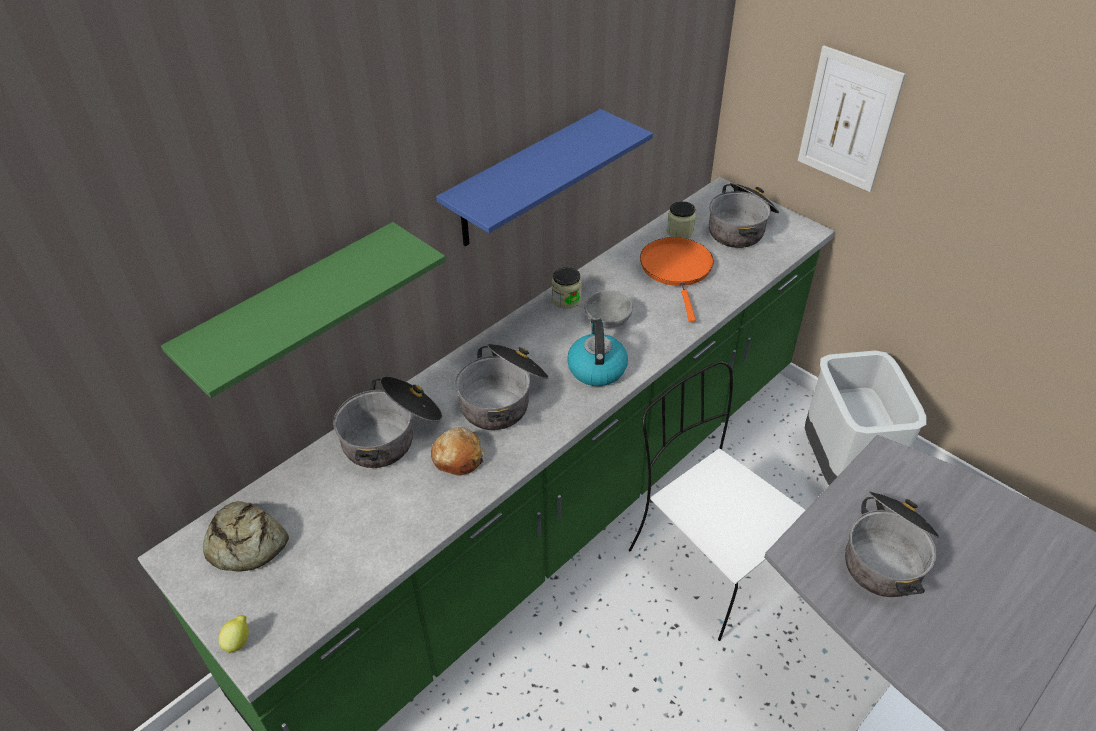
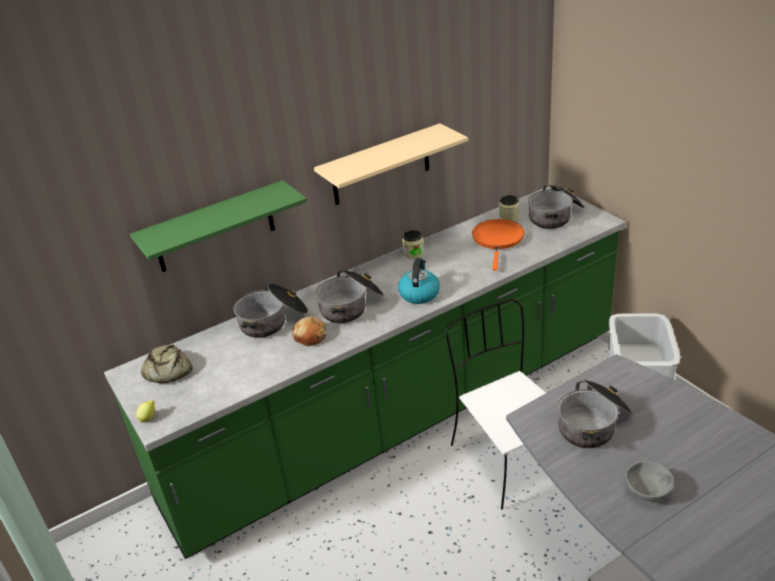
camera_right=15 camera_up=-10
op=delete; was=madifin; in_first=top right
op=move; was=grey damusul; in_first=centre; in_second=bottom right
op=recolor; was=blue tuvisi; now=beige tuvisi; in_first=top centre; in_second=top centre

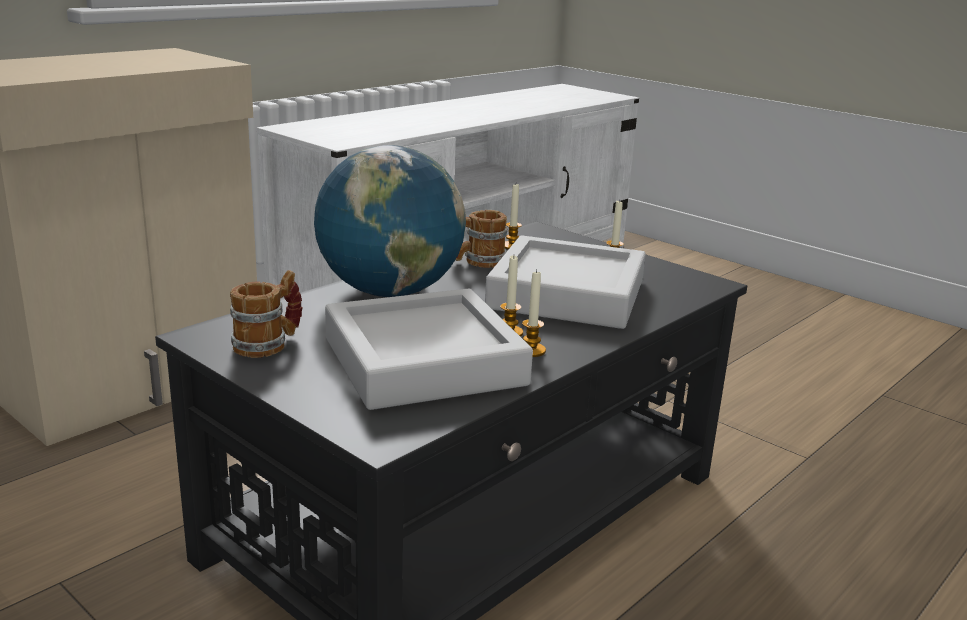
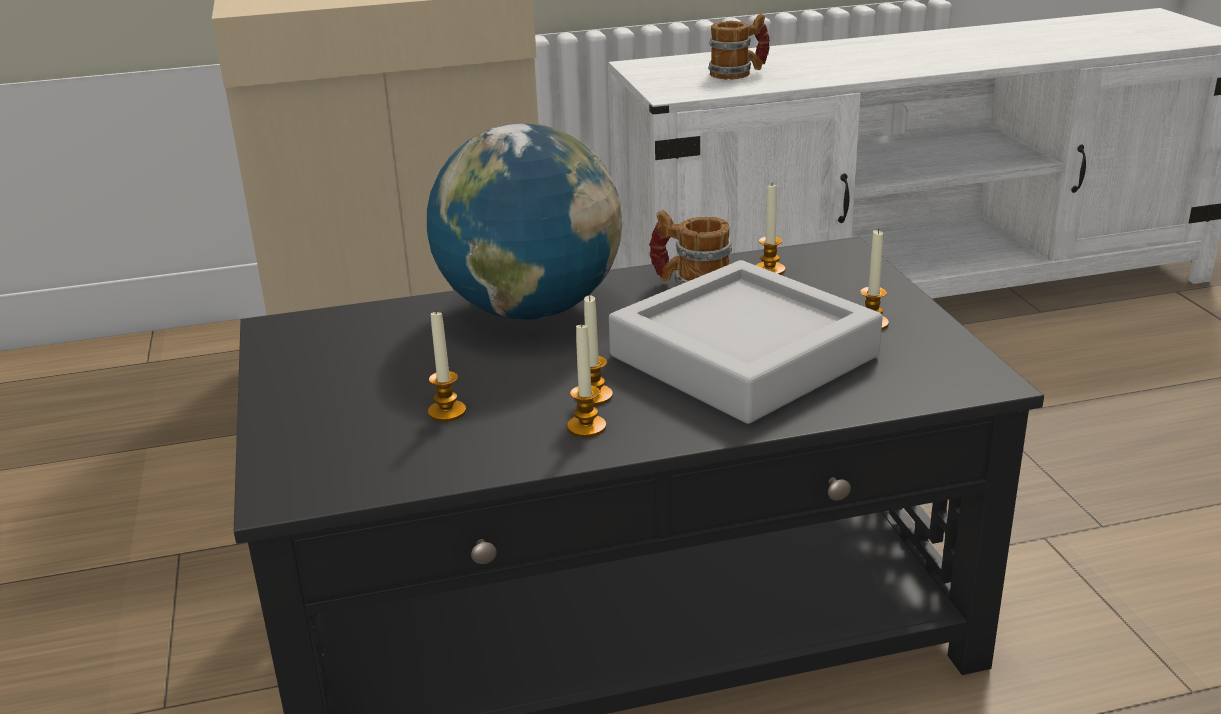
camera_right=35 camera_up=5
op=move; was=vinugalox (1st from left in the first image); now=vinugalox (2nd from left); in_first=middle left; in_second=top centre
op=replace; was=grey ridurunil (1st from left); now=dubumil (1st from left); in_first=centre; in_second=centre

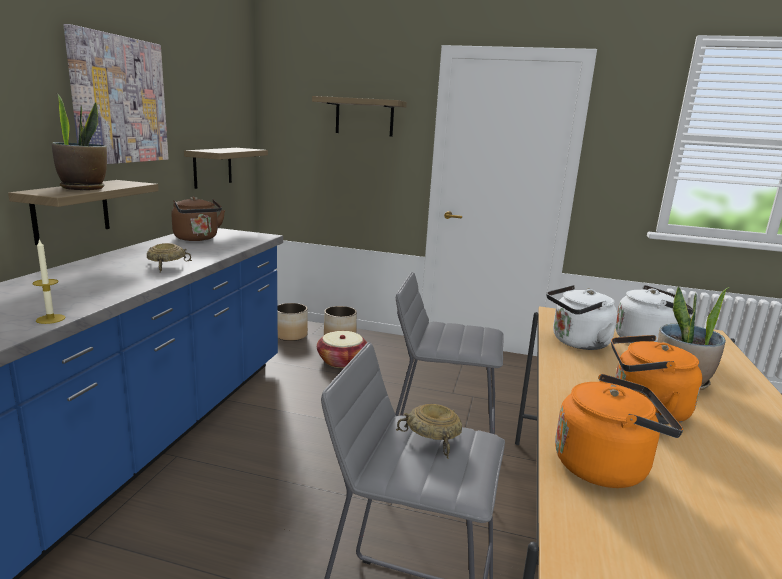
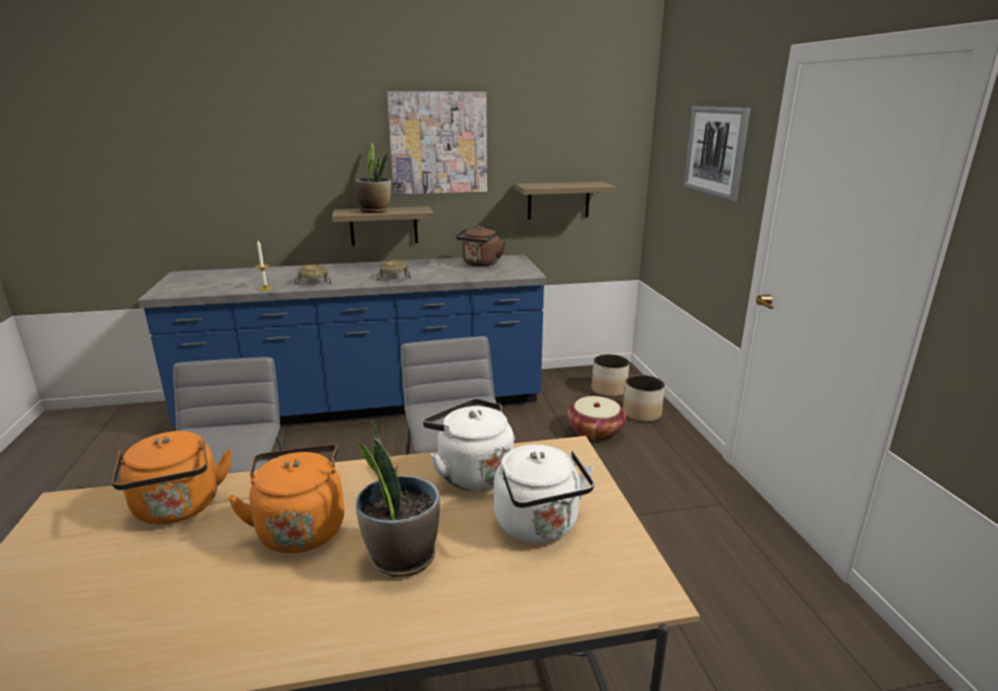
camera_right=65 camera_up=5
op=move; was=beige damusul (2nd from left in the first image); now=beige damusul (1st from left); in_first=bottom centre; in_second=middle left
op=replace; was=tuvisi (3rd from left); now=madifin (2nd from left); in_first=top centre; in_second=top right

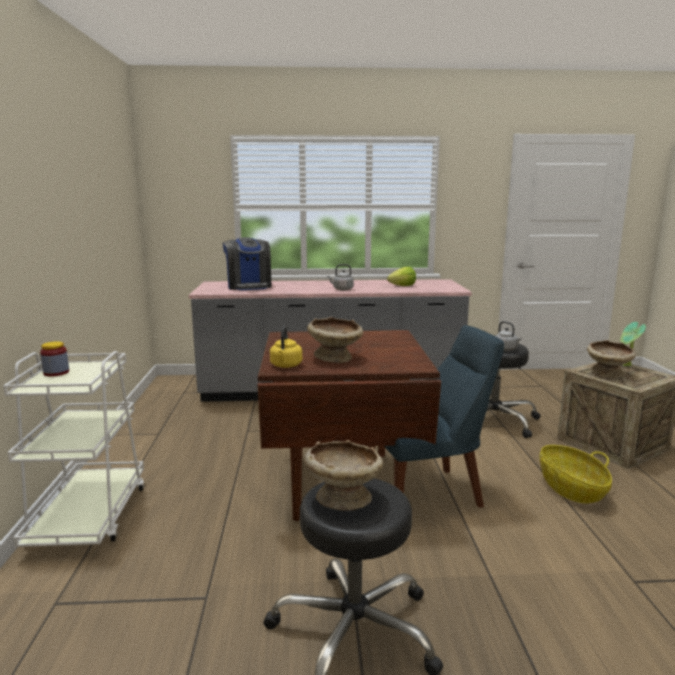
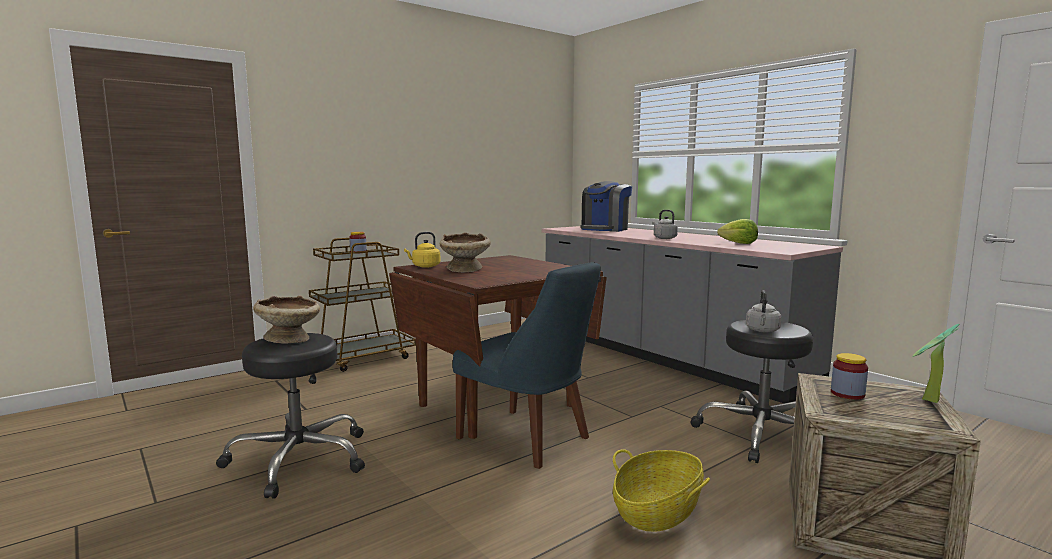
camera_right=55 camera_up=-5
op=replace; was=beige damusul (3rd from left); now=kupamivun (2nd from left); in_first=middle right; in_second=bottom right
op=recolor; was=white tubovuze; now=brown tubovuze; in_first=middle left; in_second=centre

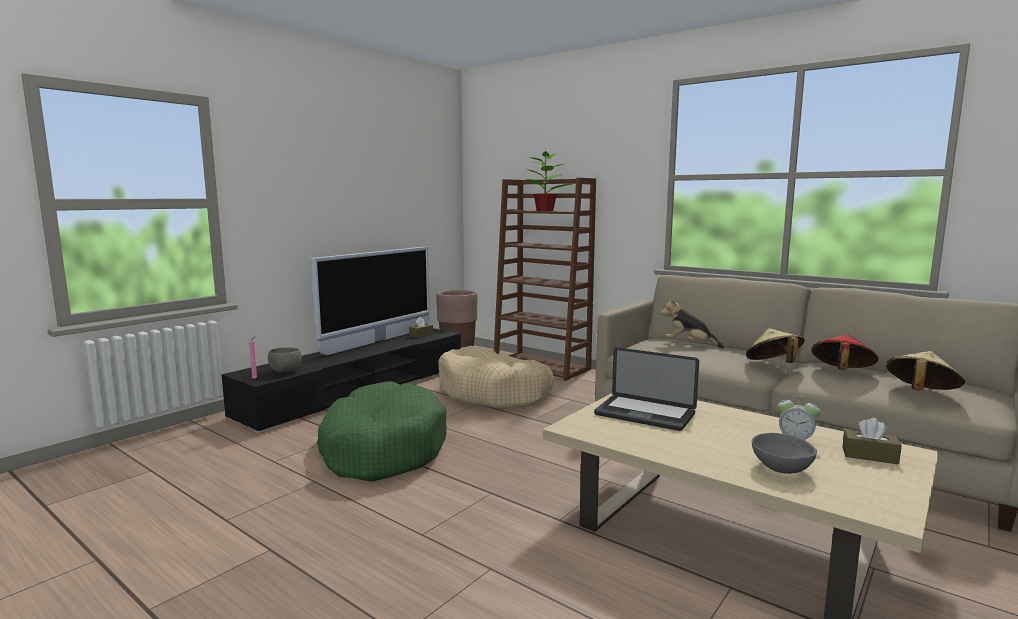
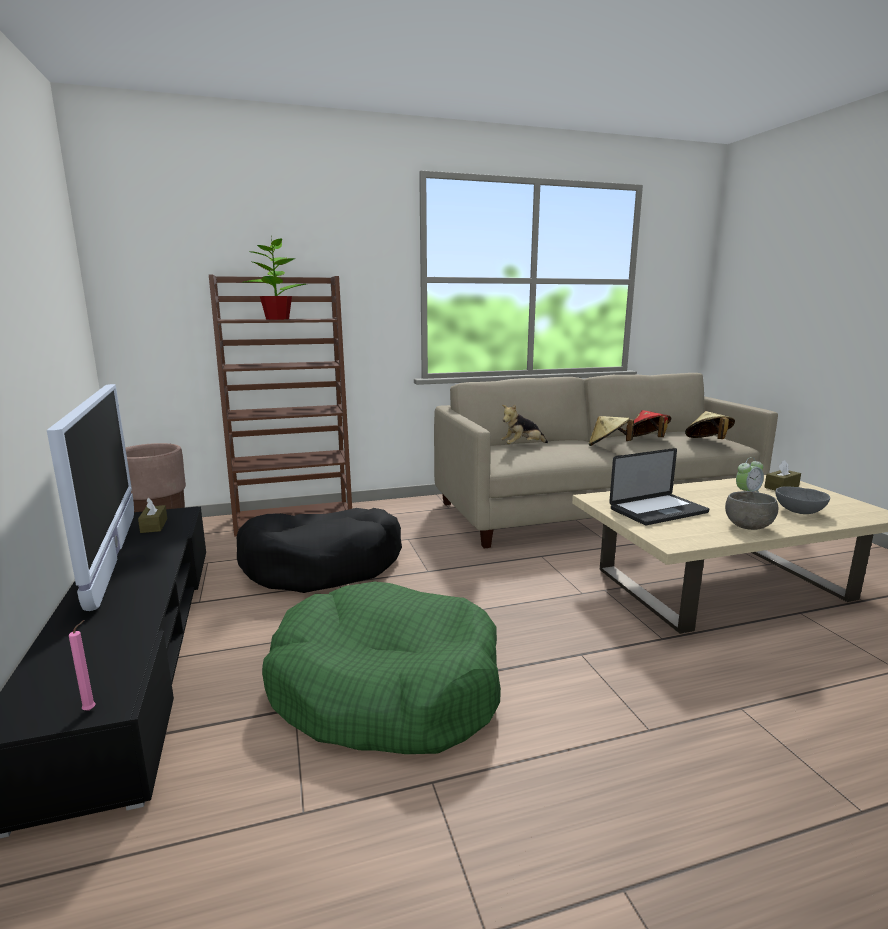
camera_right=-55 camera_up=5
op=move; was=grey damusul (1st from left); in_first=middle left; in_second=middle right
op=recolor; was=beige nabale; now=black nabale; in_first=centre; in_second=centre

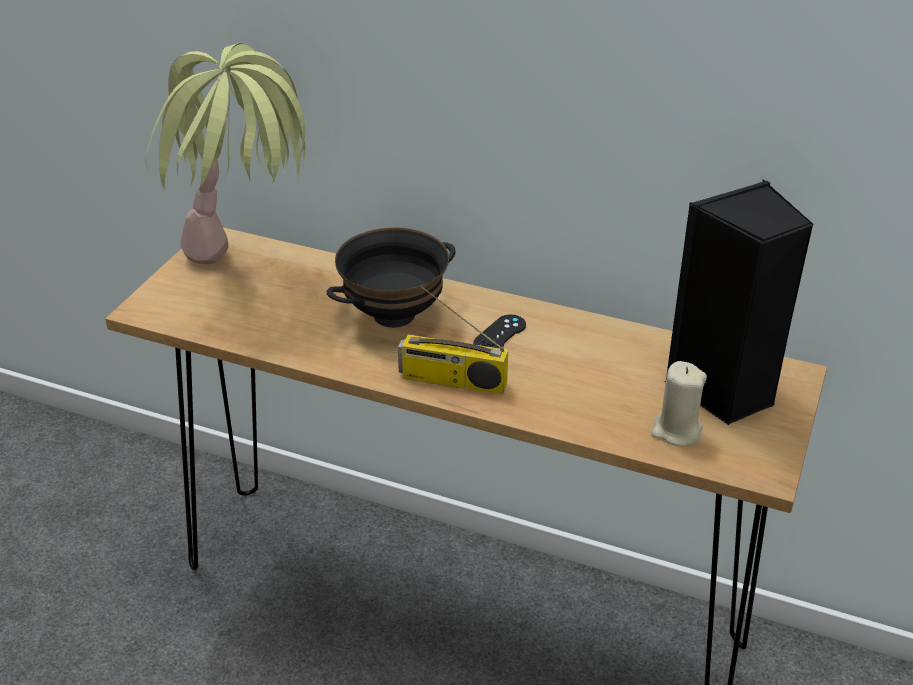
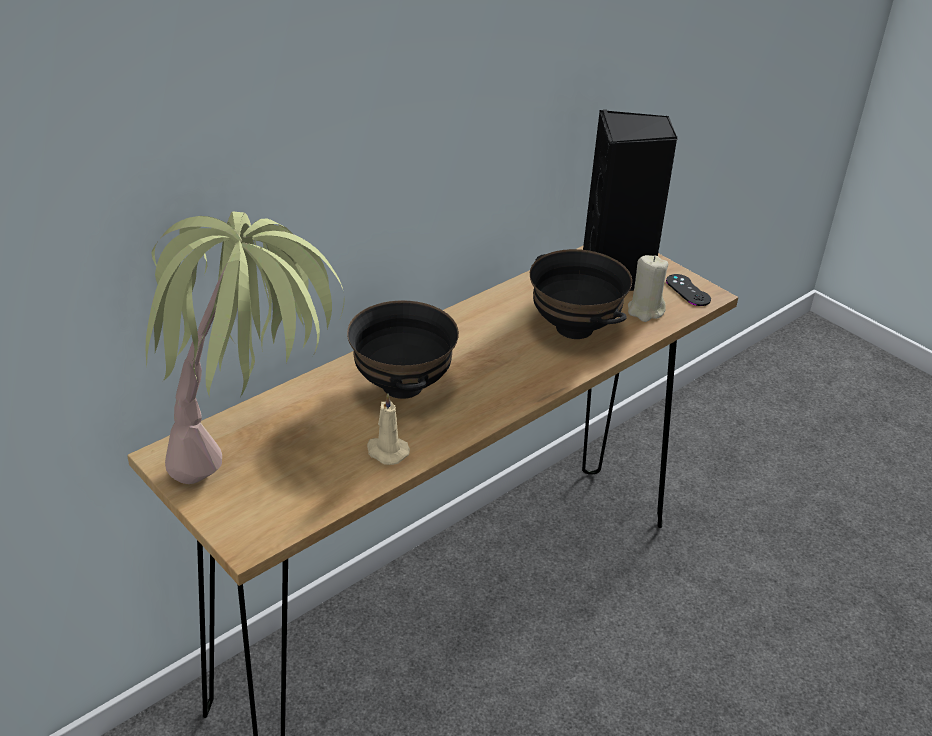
camera_right=-65 camera_up=0
op=delete; was=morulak; in_first=centre
op=insert; now=beige dubumil (1st from left); in_second=centre
op=insert; now=black damusul (2nd from left); in_second=centre
op=move; was=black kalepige; in_first=centre; in_second=middle right

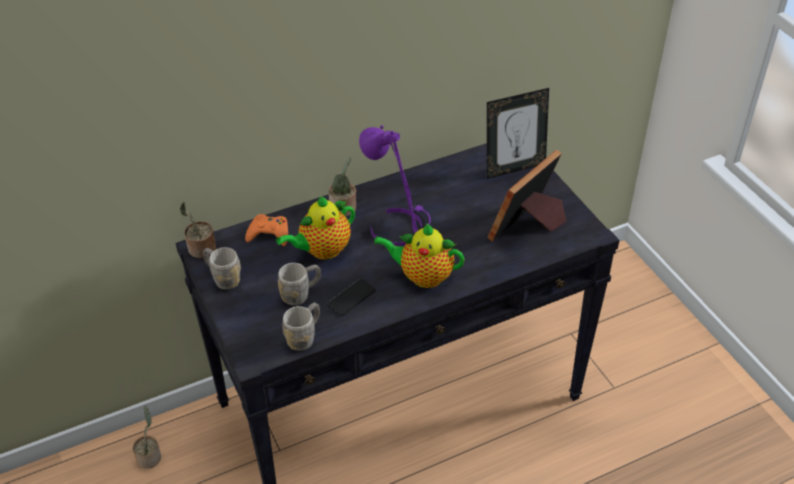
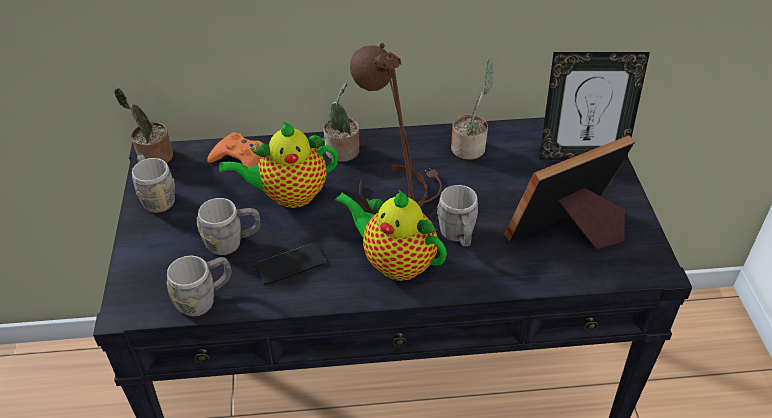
camera_right=20 camera_up=0
op=insert; now=grey vinugalox (4th from left); in_second=centre
op=move; was=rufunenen (1st from left in the first image); now=rufunenen (3rd from left); in_first=bottom left; in_second=top centre
op=recolor; was=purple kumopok; now=brown kumopok; in_first=centre; in_second=top centre

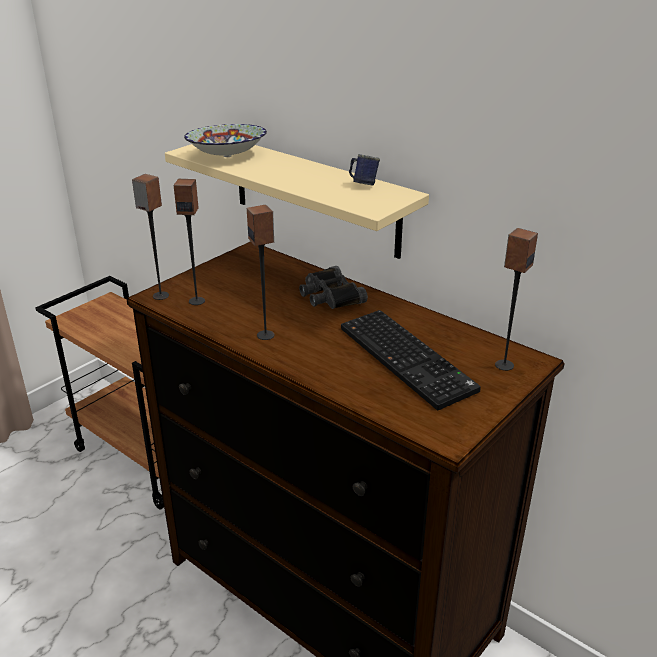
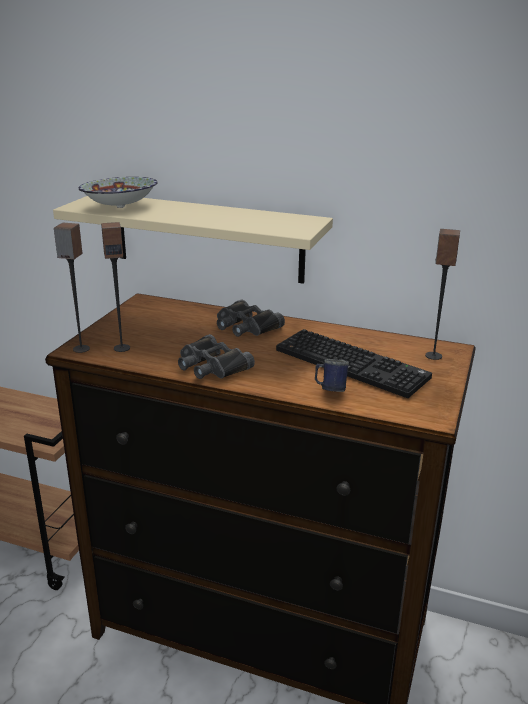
camera_right=-20 camera_up=-5
op=move; was=blue vinugalox; in_first=top centre; in_second=centre
op=replace; was=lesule (3rd from left); now=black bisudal (1st from left); in_first=centre; in_second=centre

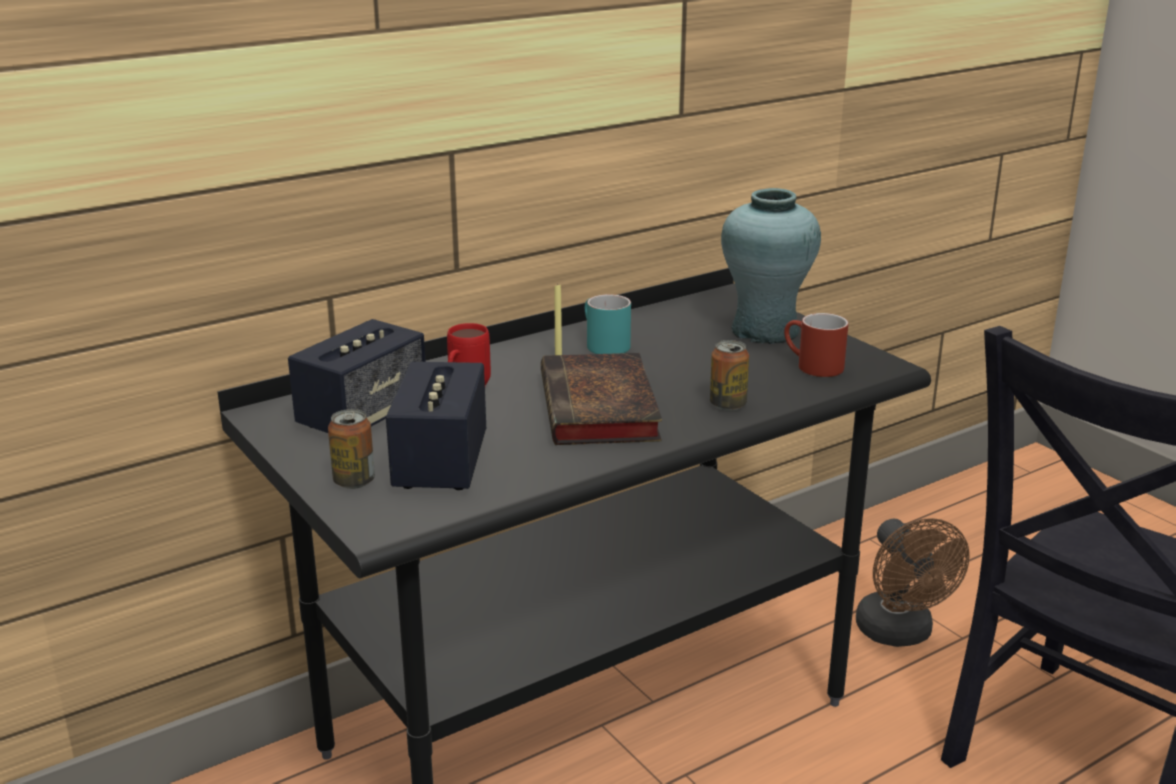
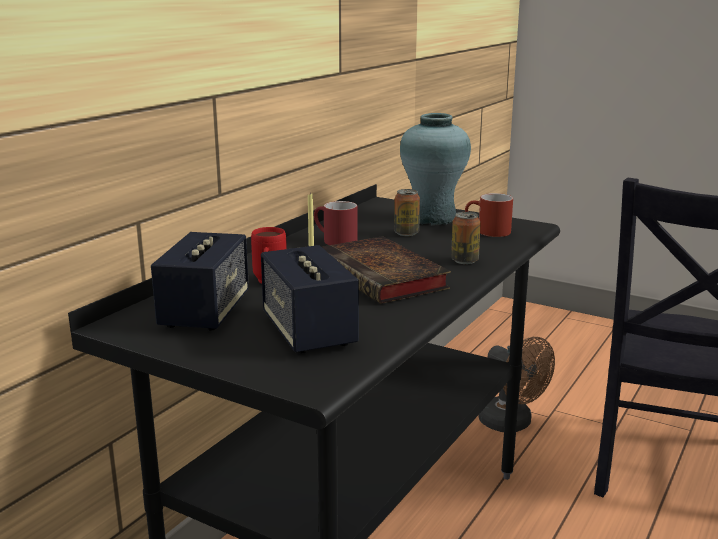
camera_right=-25 camera_up=-5
op=move; was=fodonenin (1st from left); in_first=middle left; in_second=centre
op=recolor; was=turquoise vinugalox; now=red vinugalox (2nd from left); in_first=centre; in_second=centre

